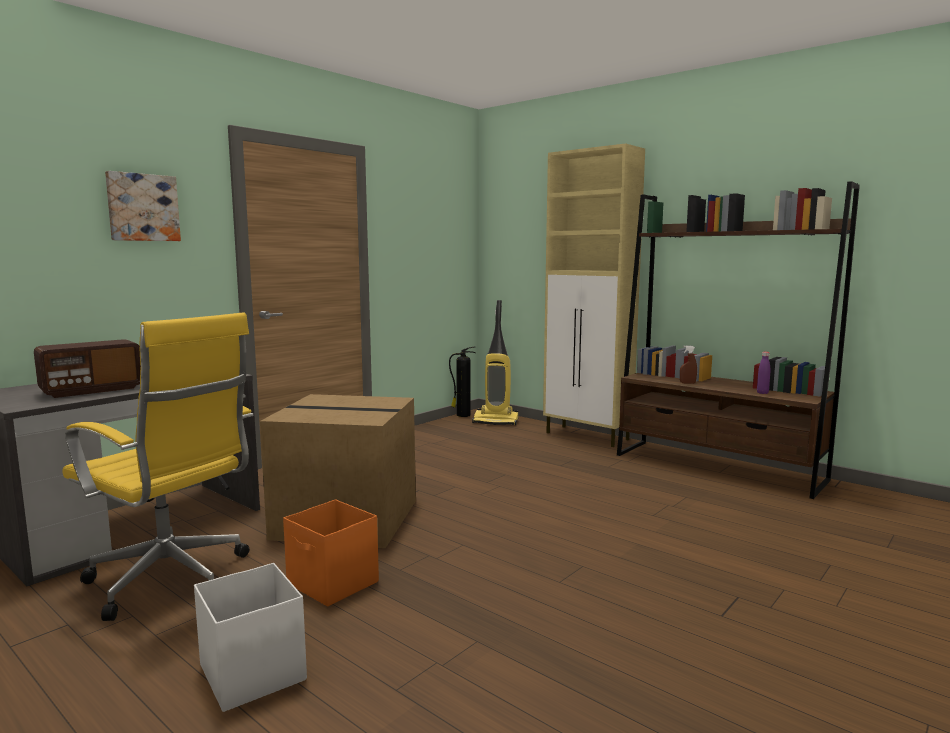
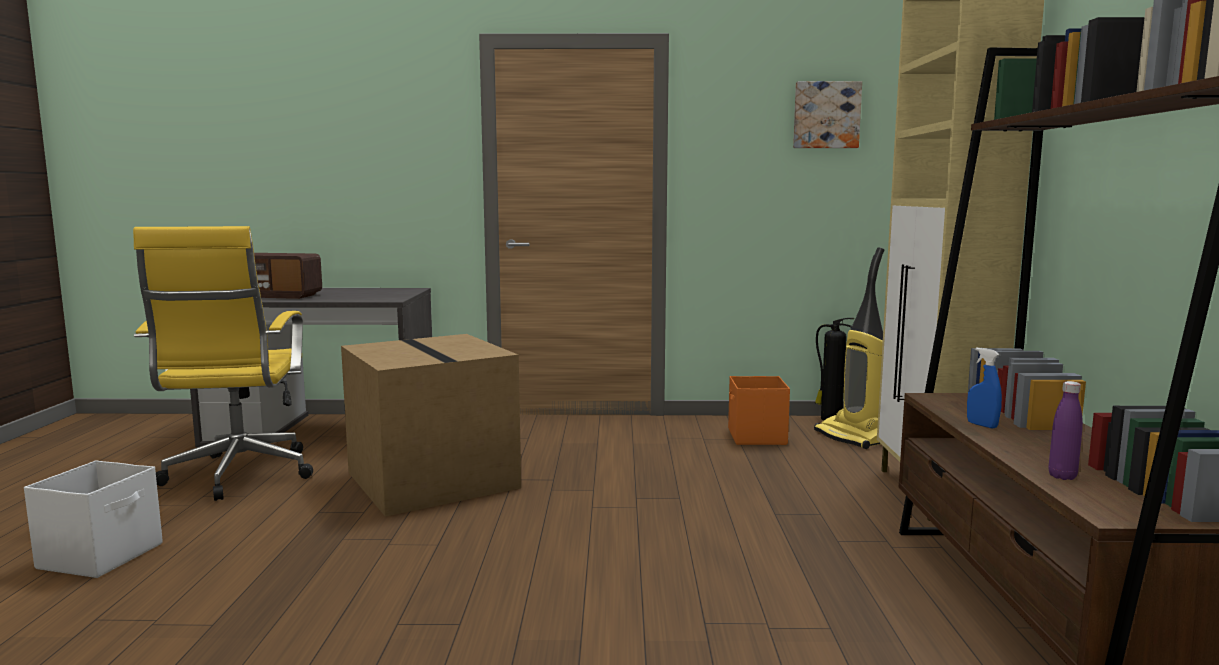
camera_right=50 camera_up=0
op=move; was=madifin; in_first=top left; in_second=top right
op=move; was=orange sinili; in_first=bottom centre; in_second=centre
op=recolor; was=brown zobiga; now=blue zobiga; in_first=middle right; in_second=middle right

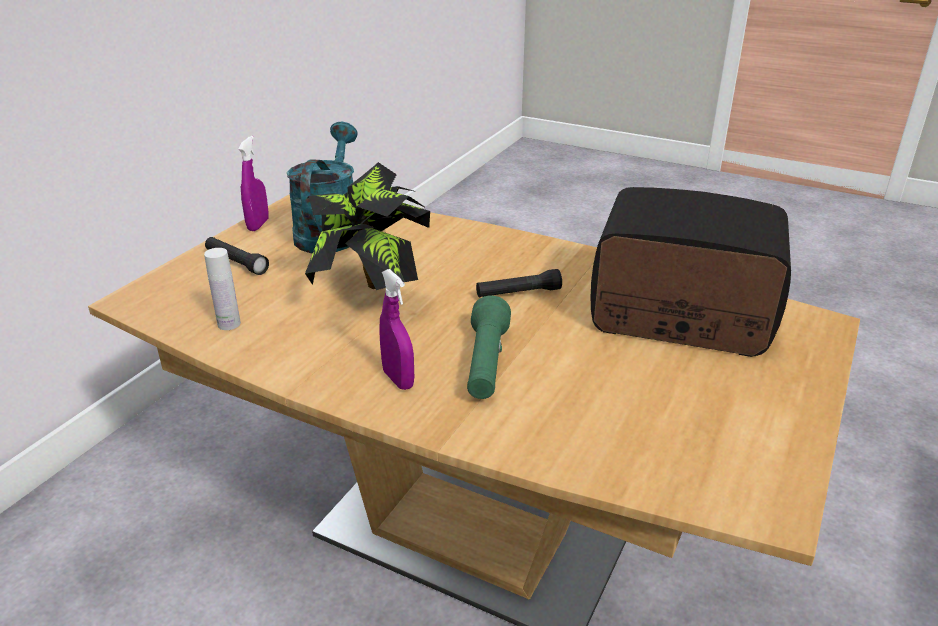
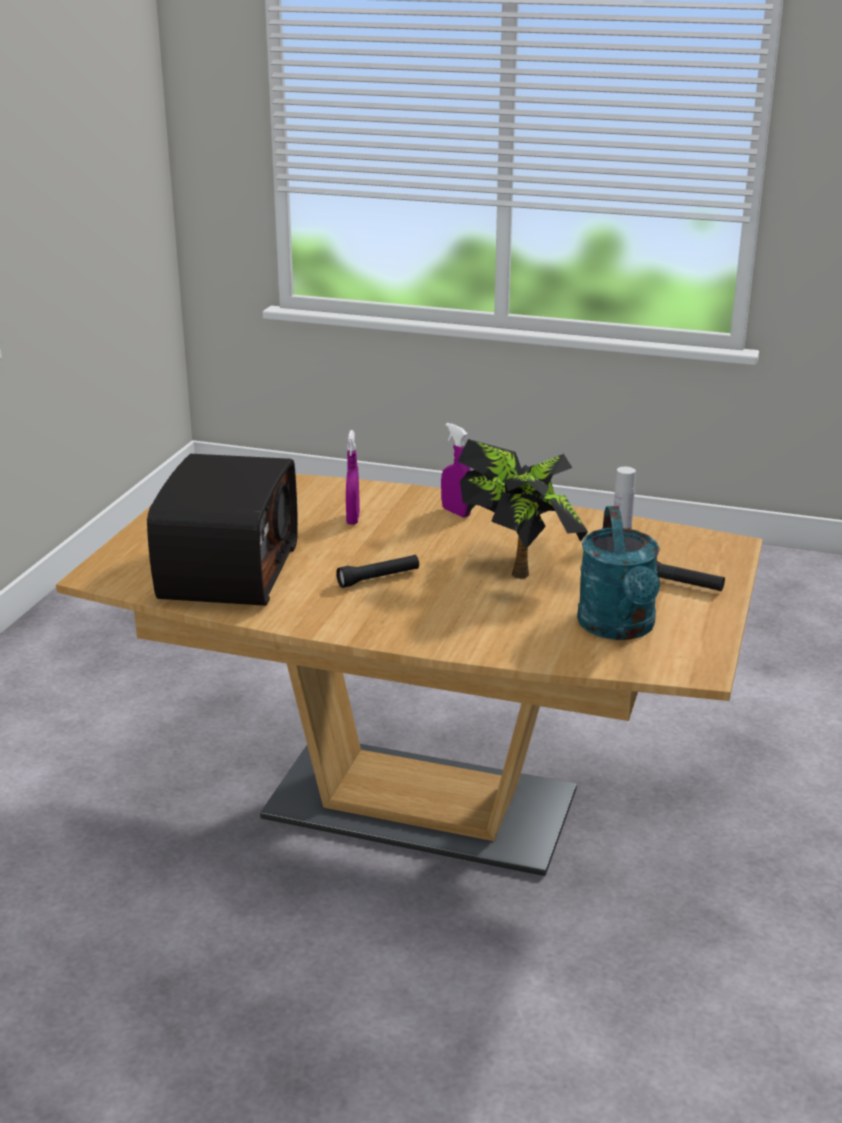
camera_right=170 camera_up=-5
op=delete; was=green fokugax; in_first=centre
op=move; was=purple zobiga (1st from left); in_first=top left; in_second=centre
op=rotate; was=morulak; in_first=middle right; in_second=middle left; clockwise=-90

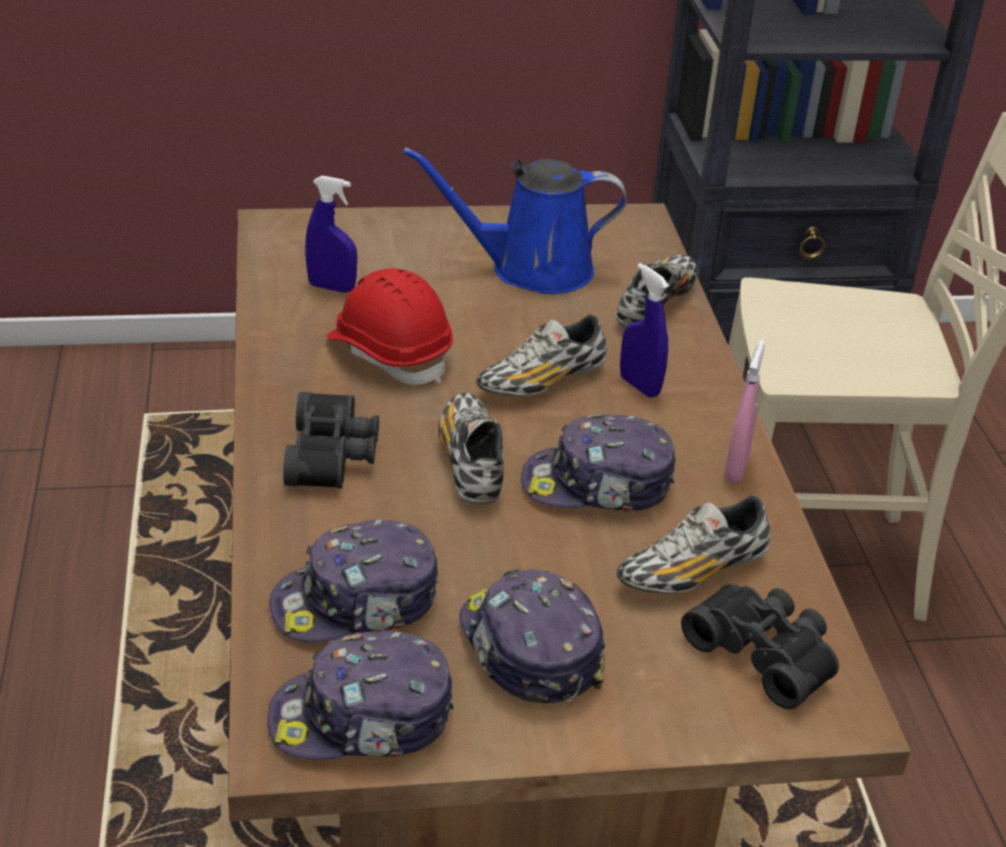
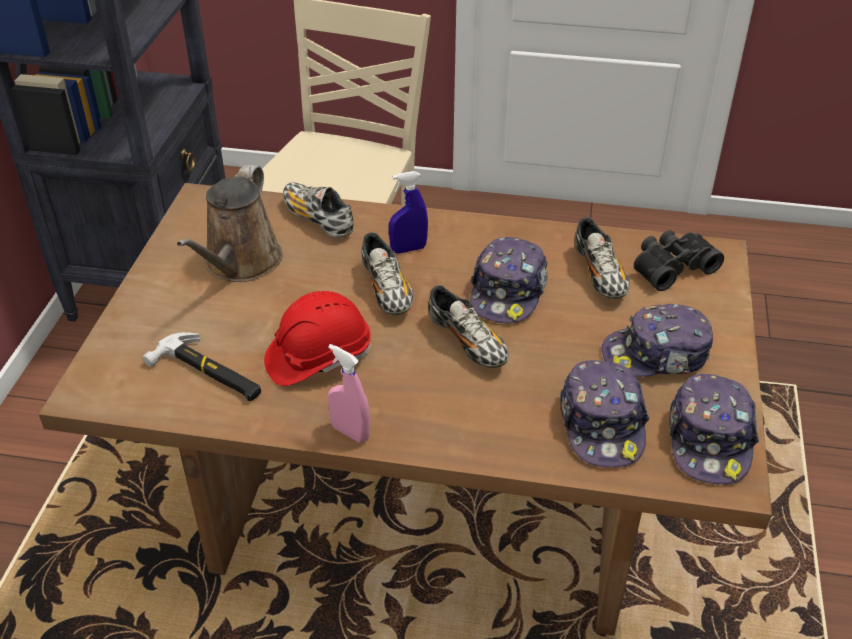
camera_right=-70 camera_up=5
op=delete; was=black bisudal (1st from left); in_first=middle left
op=move; was=pink zobiga; in_first=middle right; in_second=centre
op=replace; was=blue zobiga (1st from left); now=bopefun; in_first=top left; in_second=middle left
op=recolor; was=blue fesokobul; now=brown fesokobul; in_first=top centre; in_second=middle left
op=rotate; was=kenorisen (1st from left in the first image); in_first=centre; in_second=centre; clockwise=-135

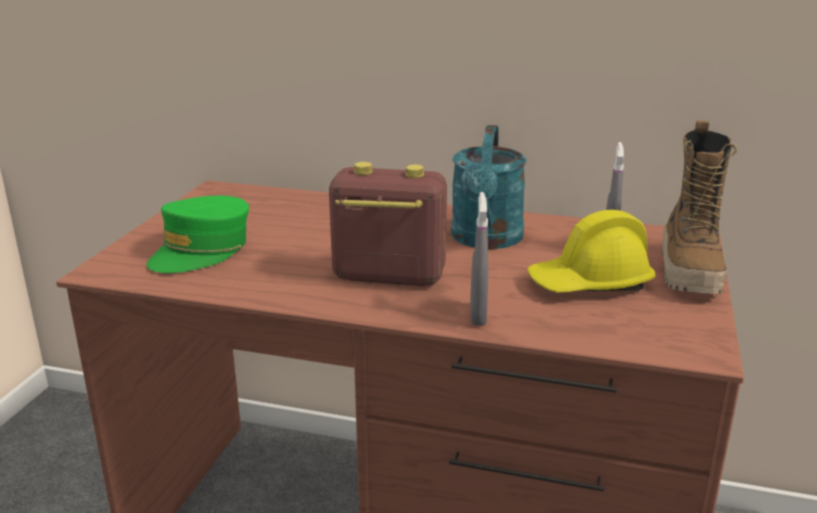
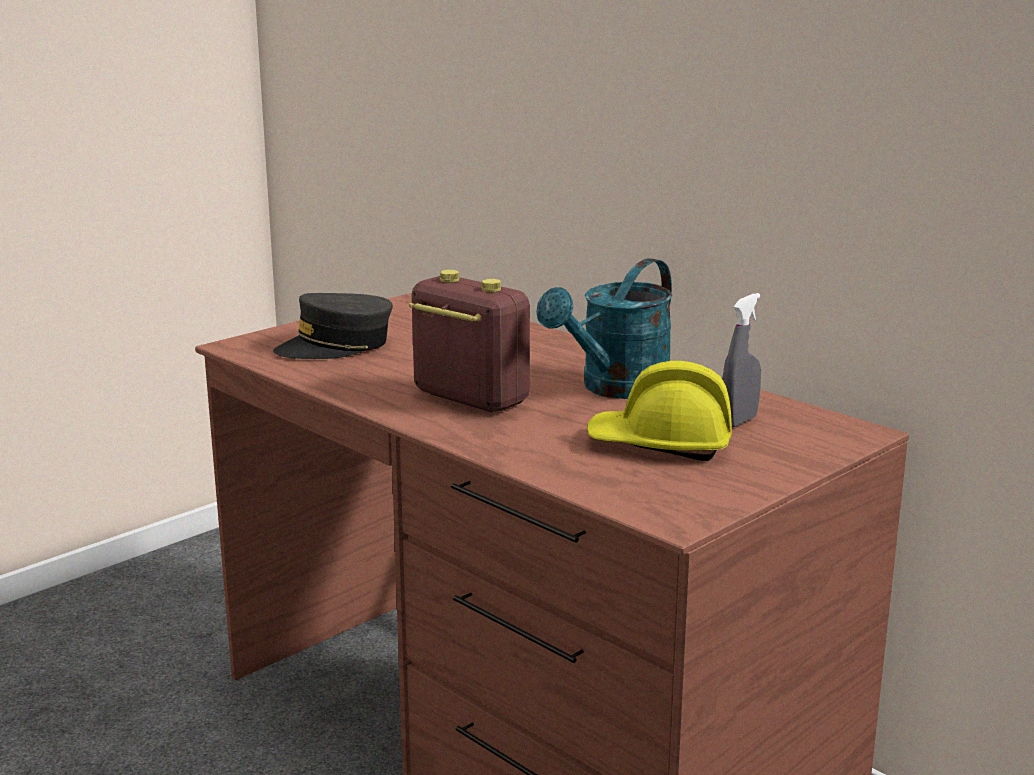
camera_right=30 camera_up=-5
op=delete; was=grey zobiga (1st from left); in_first=centre
op=delete; was=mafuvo; in_first=middle right
op=recolor; was=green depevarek; now=grey depevarek; in_first=middle left; in_second=middle left

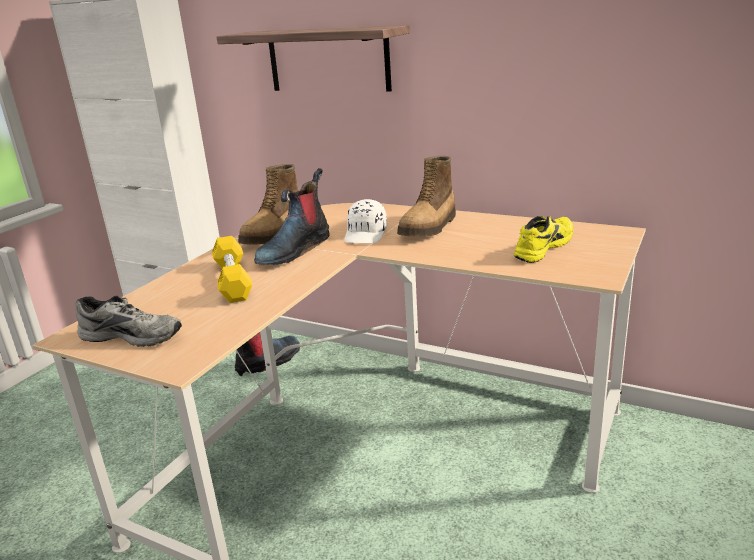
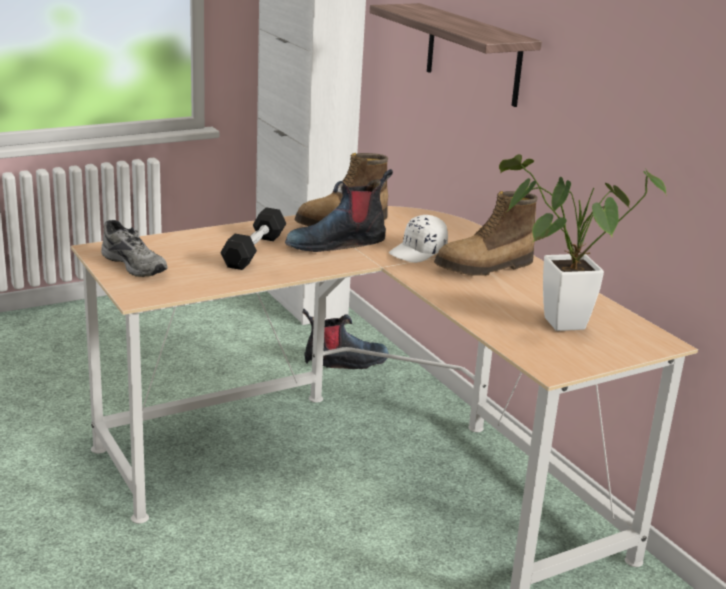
camera_right=30 camera_up=0
op=replace; was=yellow kenorisen; now=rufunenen; in_first=middle right; in_second=middle right
op=recolor; was=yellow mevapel; now=black mevapel; in_first=middle left; in_second=centre

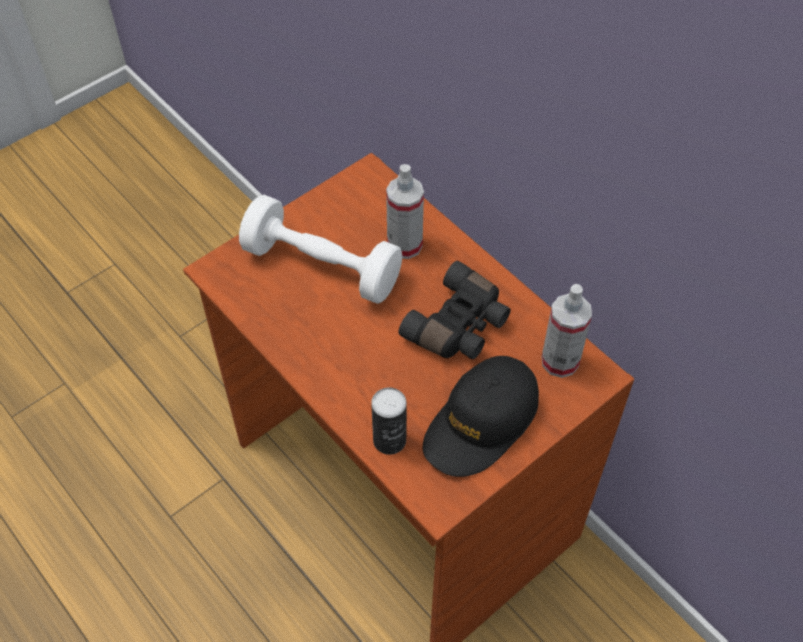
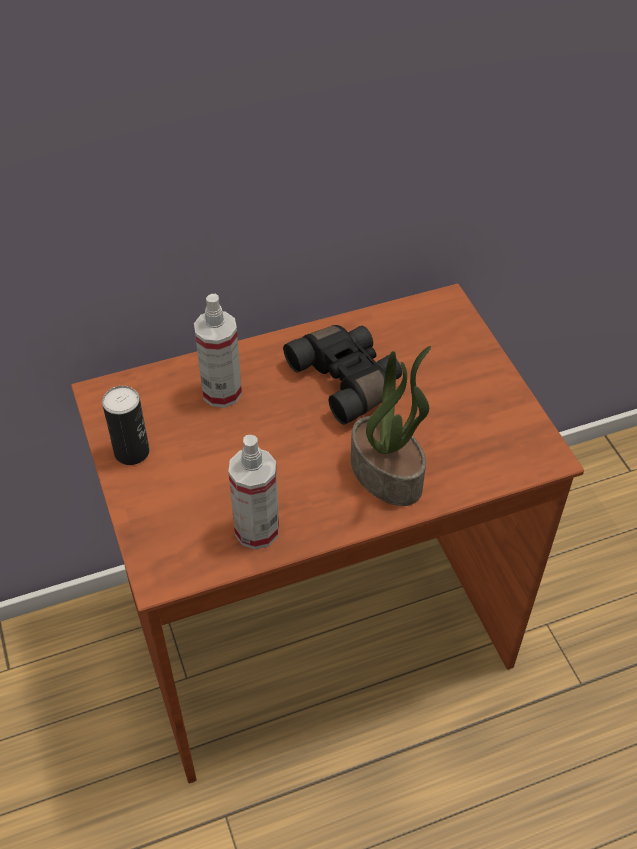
camera_right=-70 camera_up=-5
op=delete; was=white mevapel; in_first=centre
op=delete; was=black depevarek; in_first=centre
op=insert; now=rufunenen; in_second=centre
op=move; was=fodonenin; in_first=centre; in_second=middle left
op=move; was=zobiga (2nd from left); in_first=middle right; in_second=centre

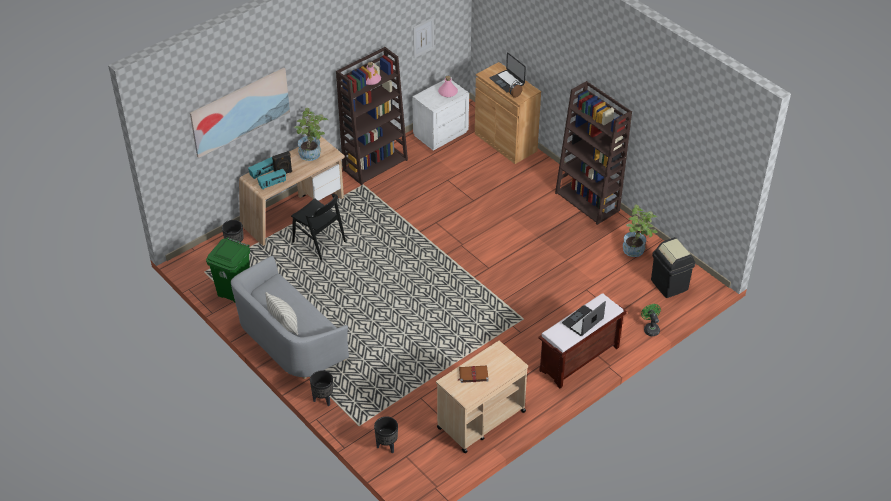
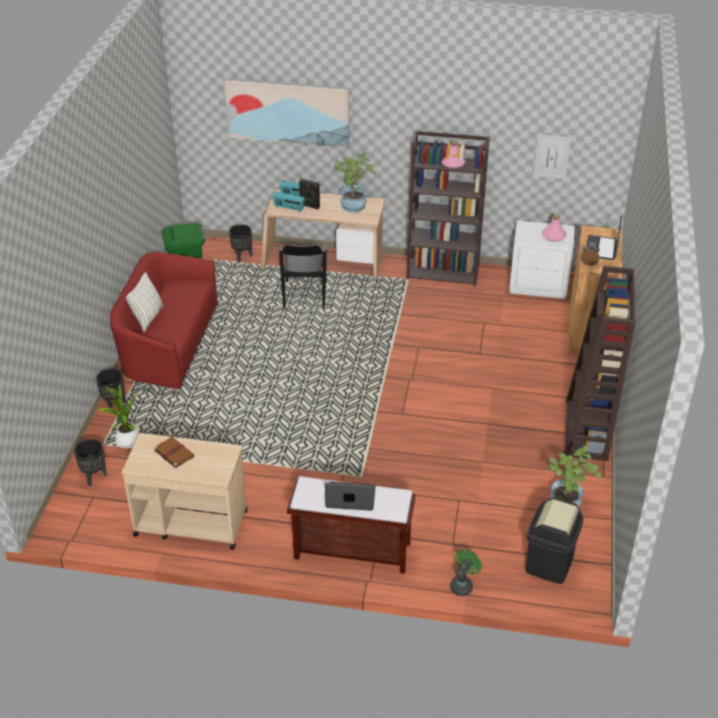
camera_right=50 camera_up=-5
op=insert; now=rufunenen (1st from left); in_second=middle left
op=recolor; was=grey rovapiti; now=red rovapiti; in_first=middle left; in_second=middle left

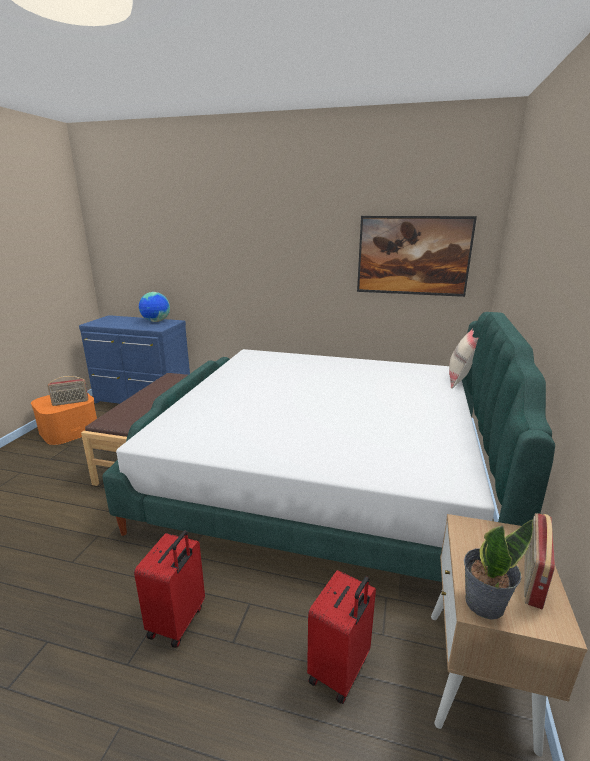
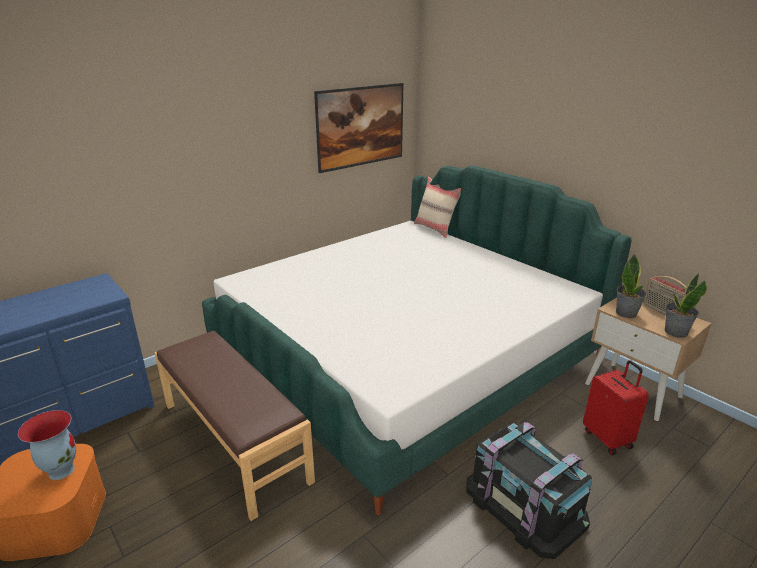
camera_right=-55 camera_up=5
op=delete; was=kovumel; in_first=middle left
op=insert; now=rufunenen (1st from left); in_second=middle right
op=replace; was=morulak (1st from left); now=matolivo; in_first=middle left; in_second=bottom left
op=replace; was=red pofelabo (1st from left); now=black sinili; in_first=bottom left; in_second=bottom right

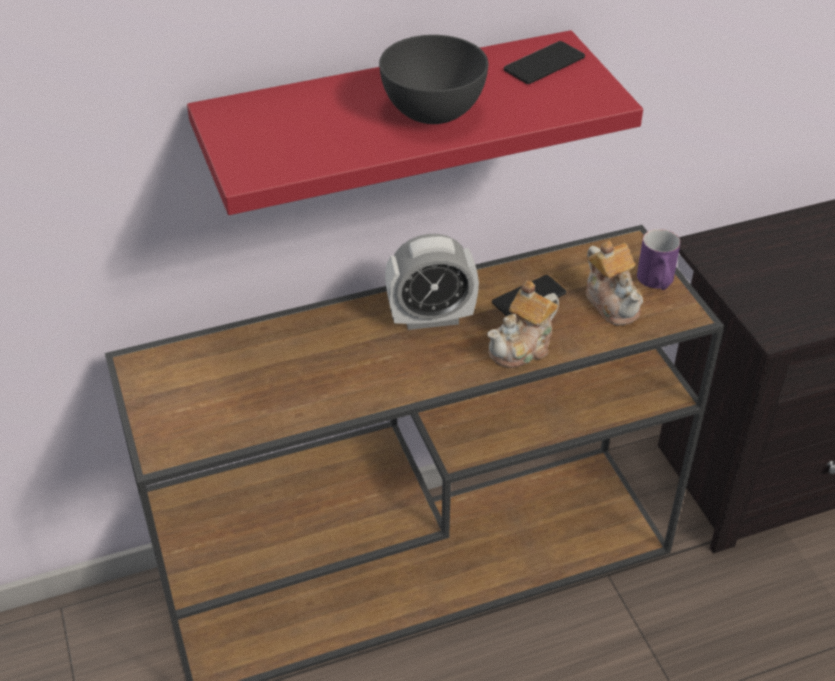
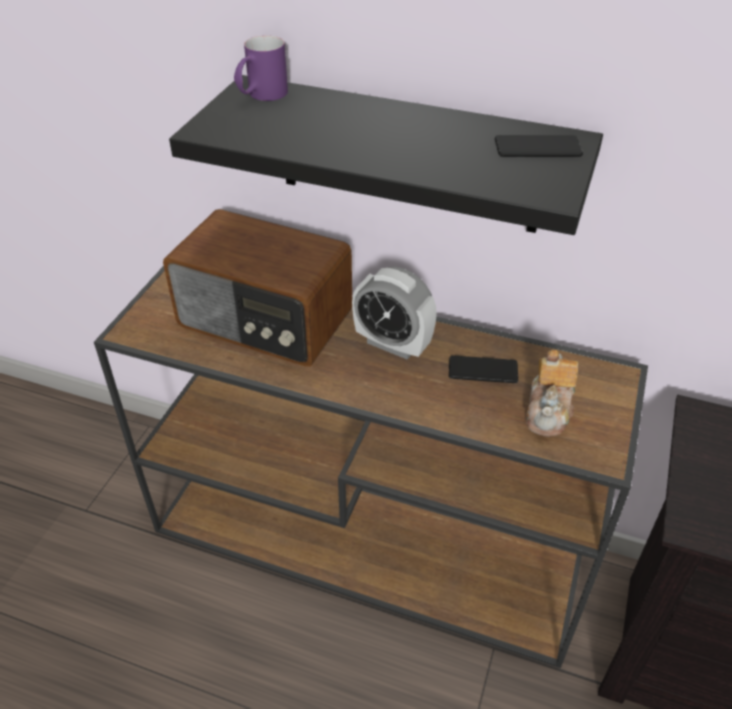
camera_right=40 camera_up=0
op=delete; was=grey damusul; in_first=top centre
op=delete; was=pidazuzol (1st from left); in_first=centre
op=insert; now=morulak; in_second=centre
op=move; was=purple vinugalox; in_first=middle right; in_second=top centre
op=recolor; was=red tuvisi; now=black tuvisi; in_first=top centre; in_second=top centre

